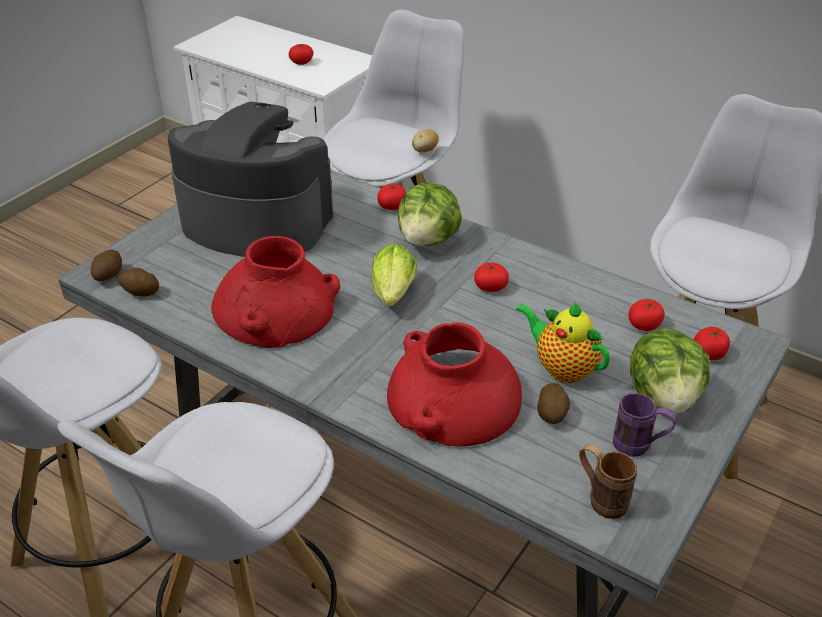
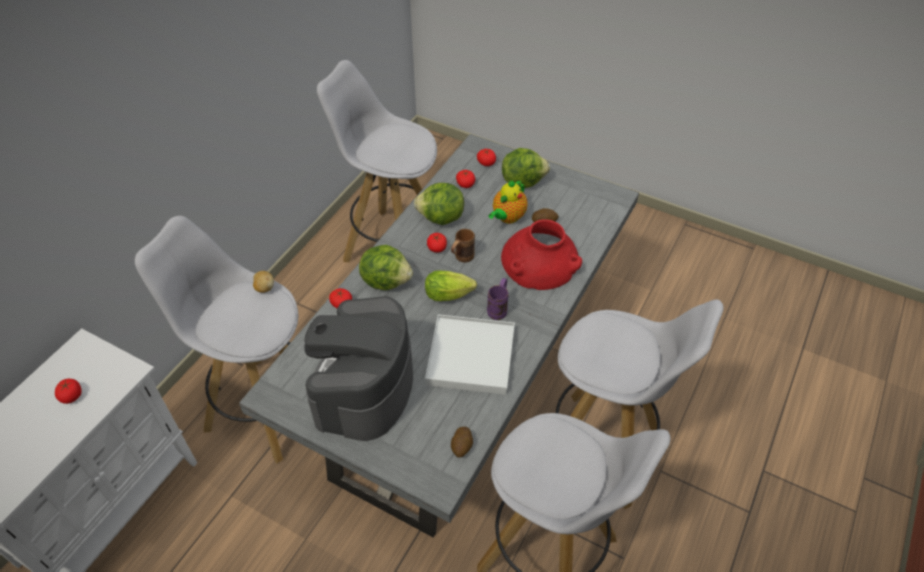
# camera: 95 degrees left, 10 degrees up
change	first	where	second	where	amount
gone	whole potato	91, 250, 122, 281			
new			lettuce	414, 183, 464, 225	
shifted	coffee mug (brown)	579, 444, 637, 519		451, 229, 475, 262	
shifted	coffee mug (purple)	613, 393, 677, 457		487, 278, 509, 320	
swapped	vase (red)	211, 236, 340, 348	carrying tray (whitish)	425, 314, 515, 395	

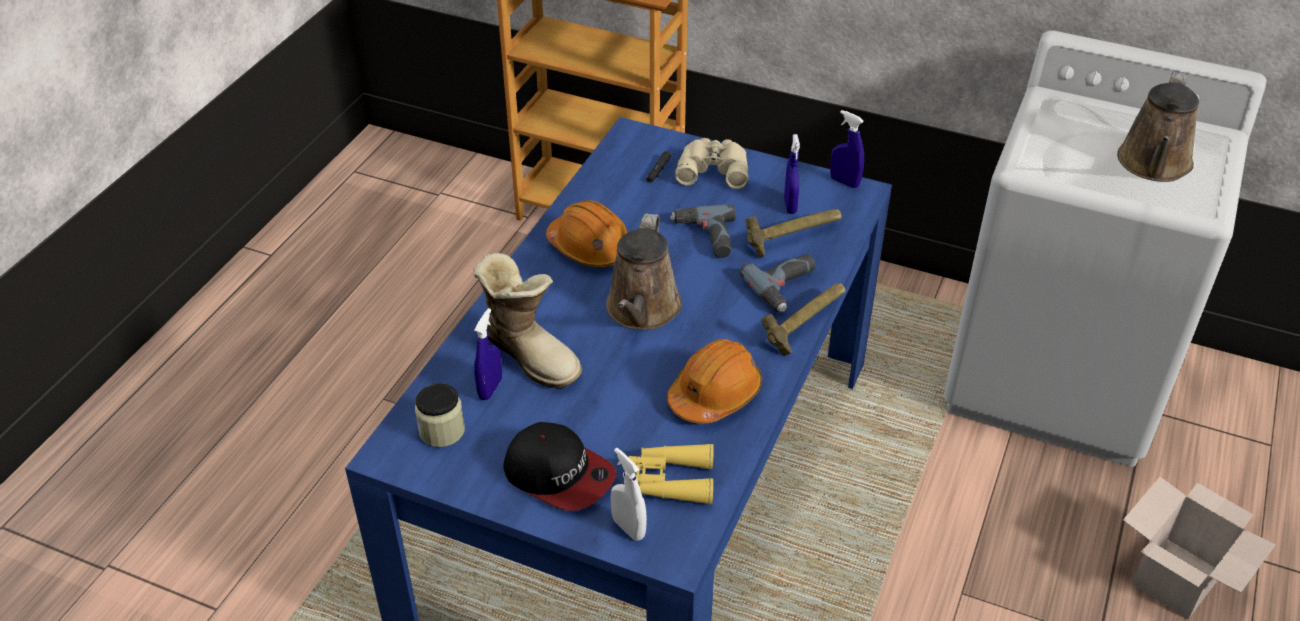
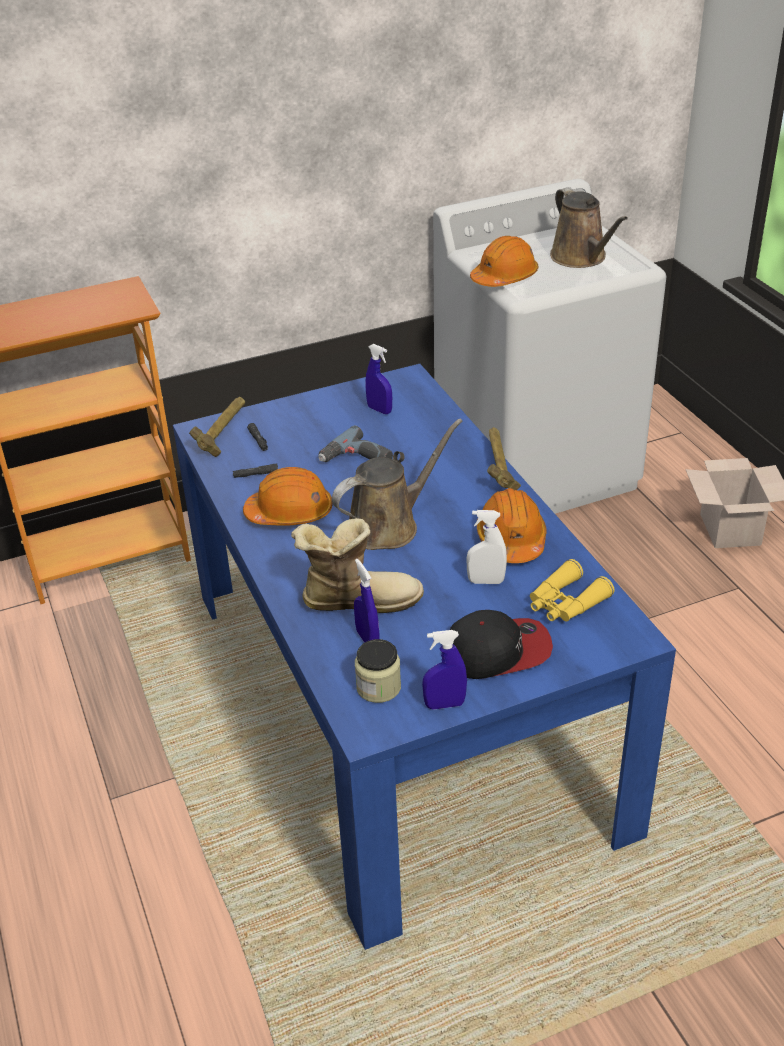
# camera: 45 degrees left, 5 degrees down
change	first	where	second	where	amount
gone	field glasses (beige)	675, 138, 749, 189			
gone	drill	739, 254, 815, 312			
new			torch (blackish)	233, 464, 278, 478	
new			work helmet (orangey)	470, 236, 538, 287	
shifted	spray bottle (whitish)	610, 448, 647, 541		466, 510, 507, 584	
shifted	hand hammer	745, 209, 842, 257		189, 397, 245, 457	
shifted	spray bottle (blue)	830, 110, 864, 188		422, 630, 467, 710	
rotated	watering can (brown)	606, 214, 682, 330		332, 419, 463, 550	90 degrees counterclockwise

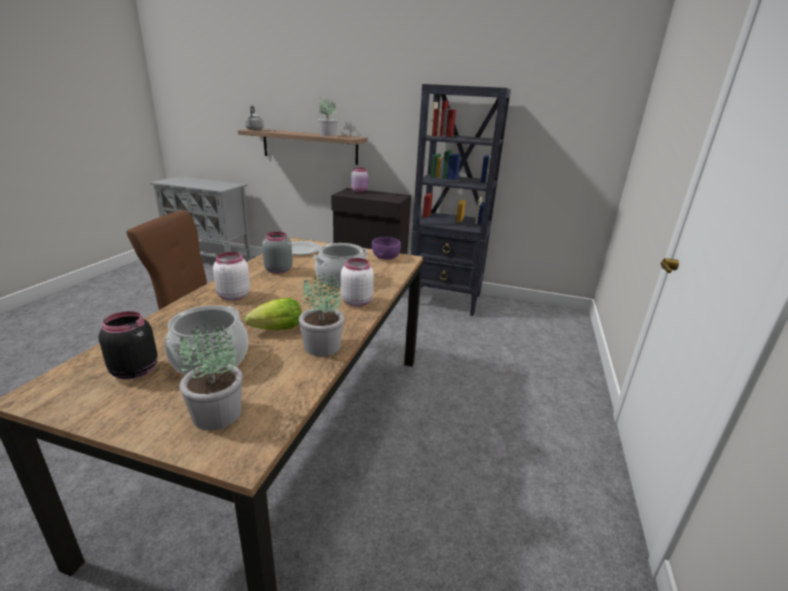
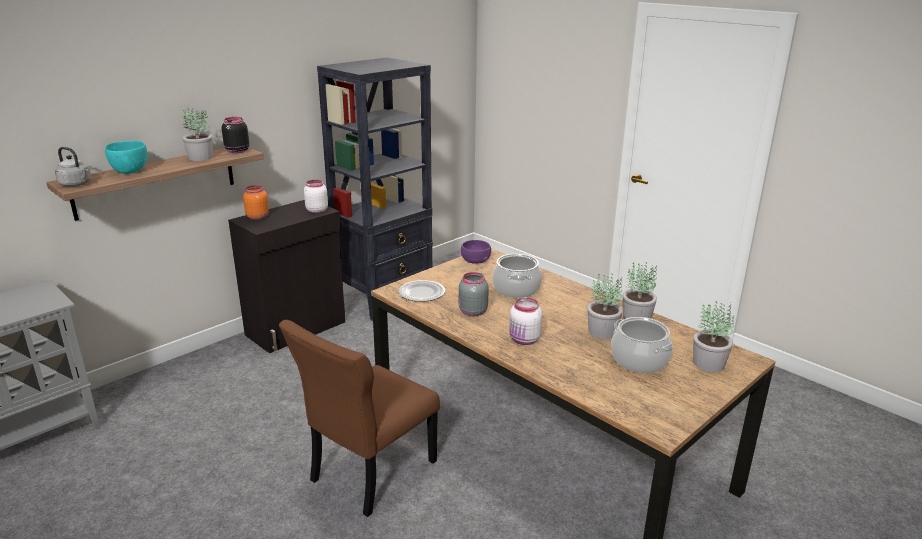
# camera: 60 degrees left, 0 degrees up
change	first	where	second	where	amount
new			deep dish (blue-green)	105, 141, 147, 174	
shifted	storage jar (blackish)	98, 311, 158, 380		222, 117, 249, 153	
shifted	storage jar (whitish)	341, 258, 374, 307		304, 180, 328, 213	
swapped	lettuce	244, 298, 302, 330	plant in a pot	587, 273, 623, 339	
repainted	storage jar (pink)	351, 167, 368, 193	storage jar (orangey)	243, 185, 269, 220	

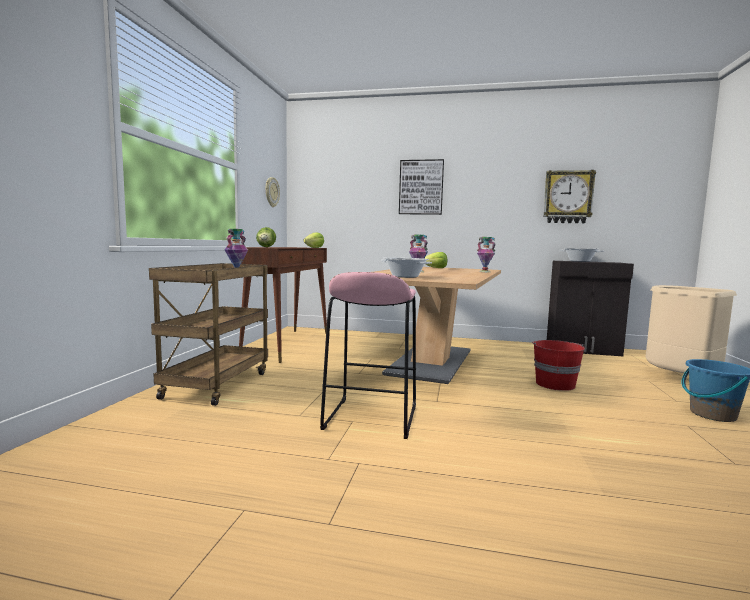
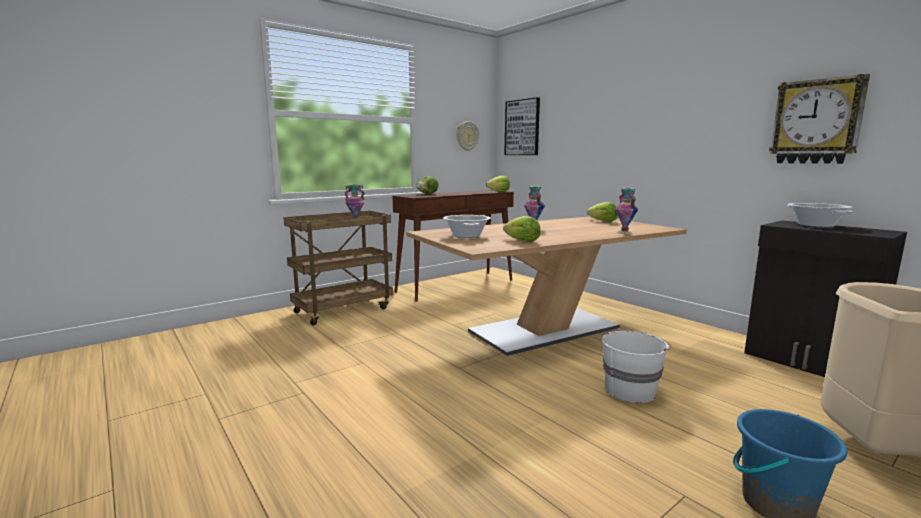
# camera: 40 degrees right, 5 degrees up
change	first	where	second	where	amount
gone	sitting stool (pink)	320, 272, 416, 439			
new			lettuce	503, 216, 540, 242	
shifted	picture	399, 159, 444, 215		504, 97, 540, 155	
repainted	pail (red)	532, 340, 585, 391	pail (whitish)	602, 330, 671, 403	

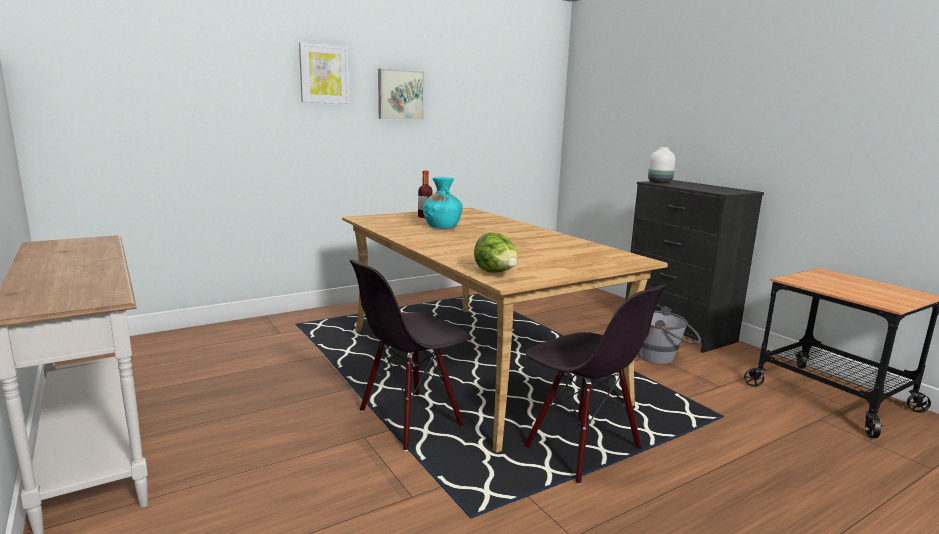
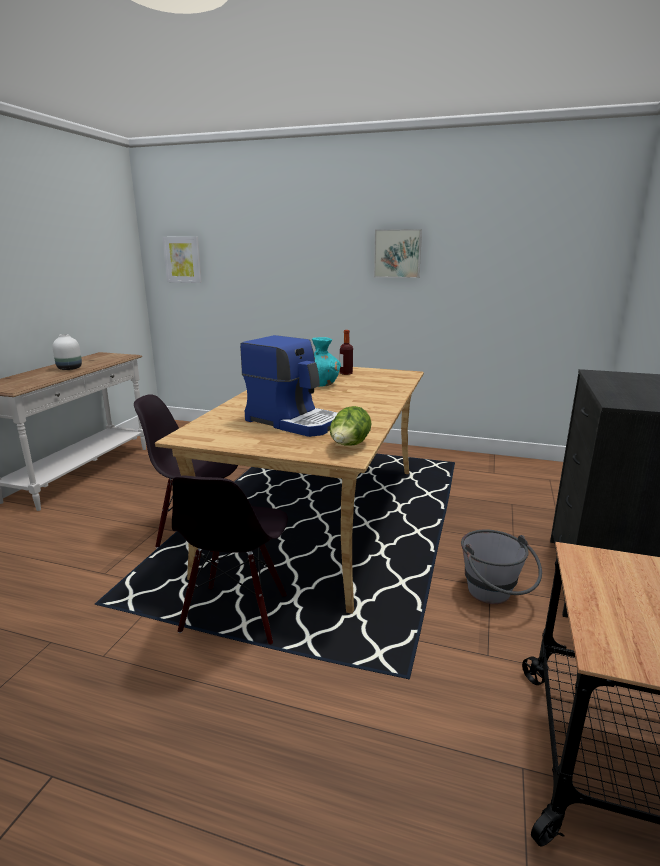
# camera: 50 degrees right, 5 degrees up
change	first	where	second	where	amount
new			coffee maker	240, 335, 338, 437	
shifted	picture	299, 42, 349, 104		163, 236, 202, 283	
shifted	lettuce	474, 233, 518, 273		330, 406, 371, 446	
shifted	vase (whitish)	648, 147, 676, 183		52, 334, 82, 370	

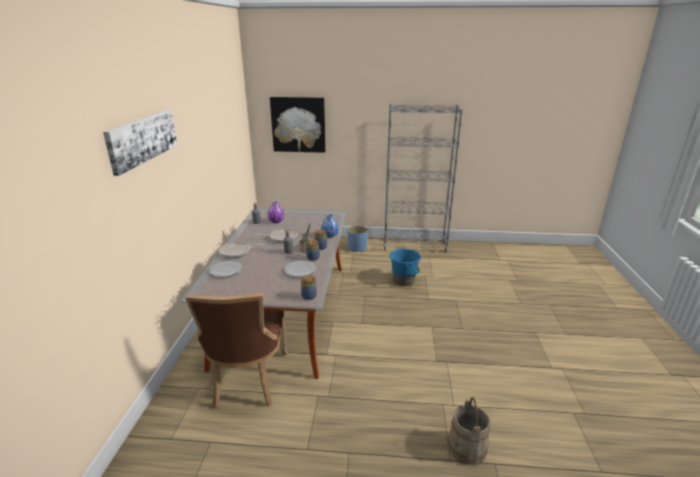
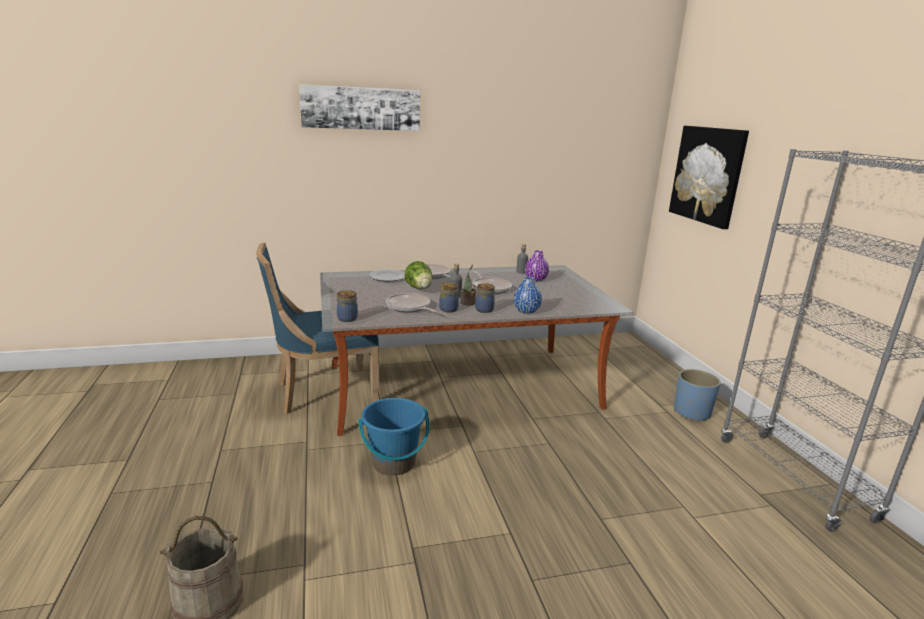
# camera: 70 degrees right, 5 degrees down
change	first	where	second	where	amount
new			lettuce	405, 261, 432, 289	
shifted	pail (blue)	389, 248, 421, 286		358, 398, 430, 475	
swapped	dinner plate	284, 261, 316, 277	pan	386, 293, 437, 312	
repainted	upright chair (brown)	185, 293, 288, 409	upright chair (blue)	256, 243, 379, 414	

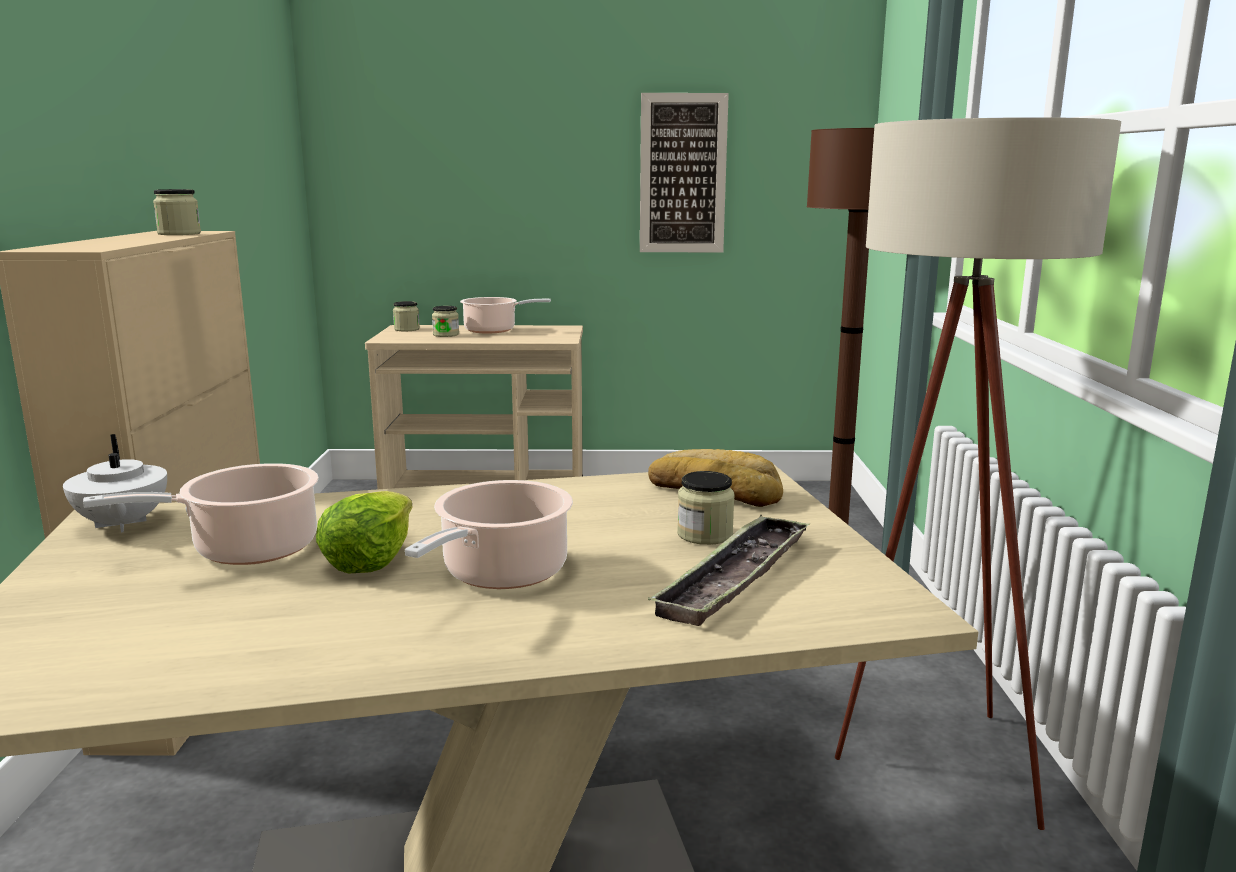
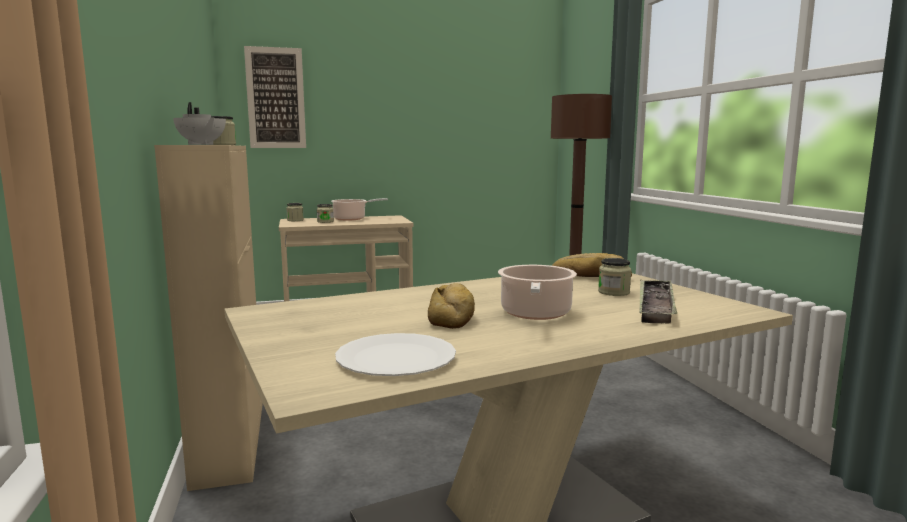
# camera: 15 degrees left, 5 degrees down
change	first	where	second	where	amount
gone	saucepot	83, 463, 319, 565			
gone	standing lamp (beige)	835, 117, 1121, 830			
new			dinner plate (whitish)	335, 333, 456, 376	
shifted	teapot (whitish)	63, 434, 167, 533		173, 102, 226, 145	
shifted	picture	640, 93, 729, 252		244, 46, 306, 148	
swapped	lettuce	316, 491, 412, 574	bread	428, 283, 475, 329	

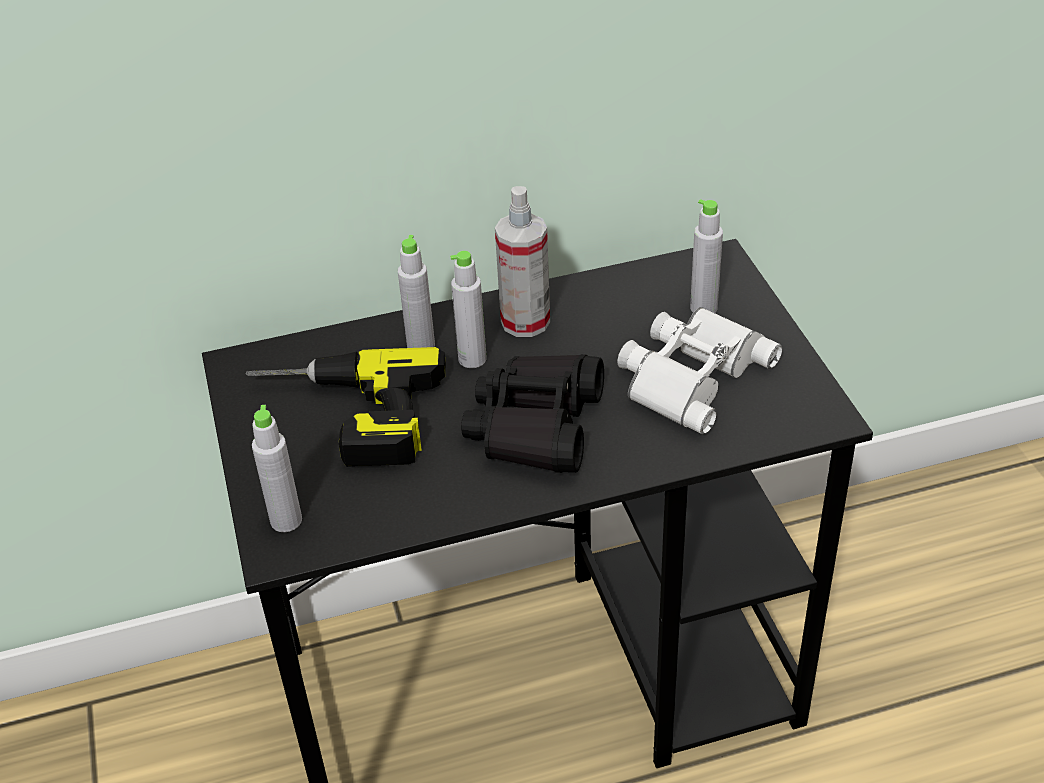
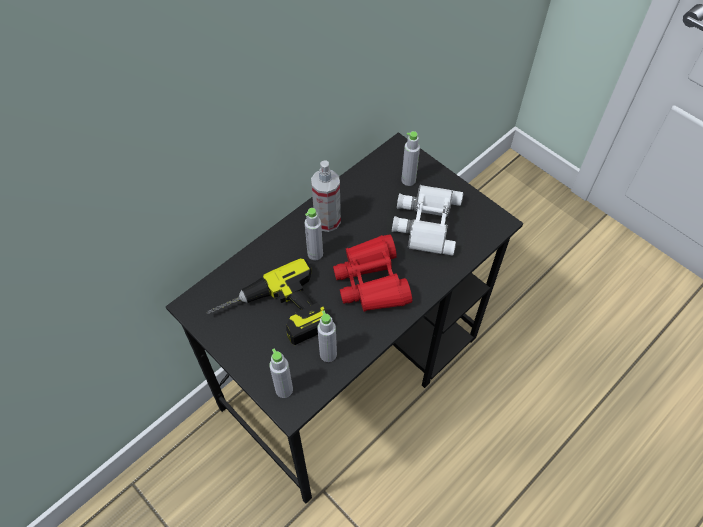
# camera: 30 degrees left, 15 degrees up
change	first	where	second	where	amount
shifted	bottle (gray)	398, 235, 435, 348		317, 310, 337, 362	
repainted	field glasses (blackish)	461, 354, 604, 473	field glasses (red)	333, 234, 412, 312	

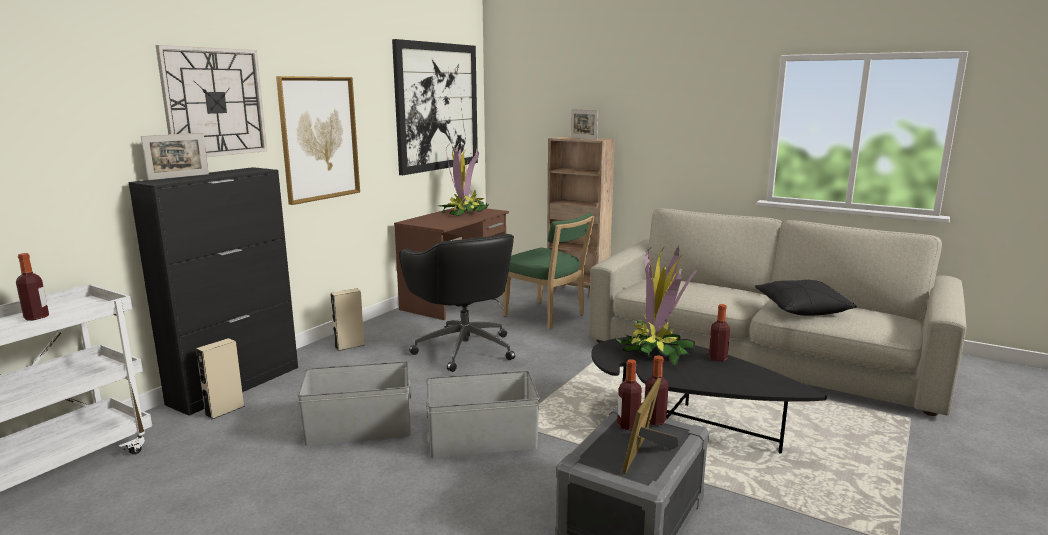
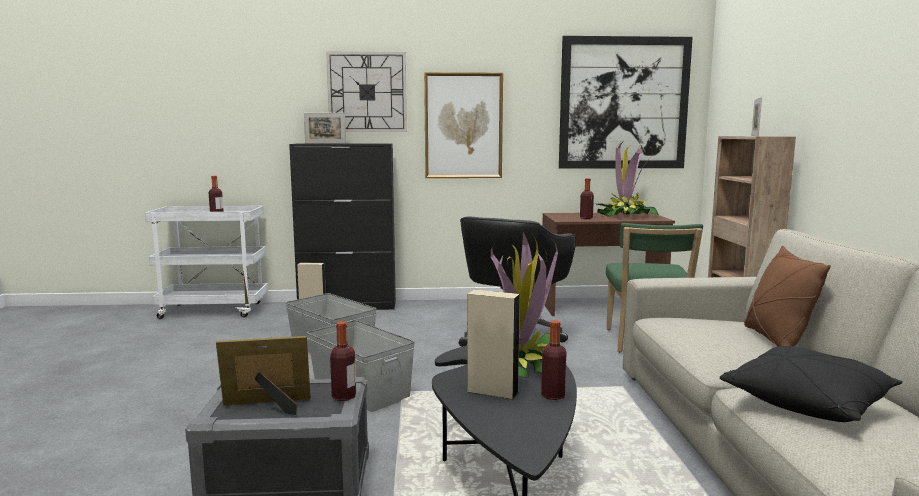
# camera: 55 degrees right, 5 degrees down
change	first	where	second	where	amount
new			pillow (brown)	744, 246, 831, 347	
shifted	audio speaker (beige)	331, 289, 365, 351		467, 289, 520, 400	
shifted	bottle	617, 359, 642, 430		580, 178, 594, 219	

